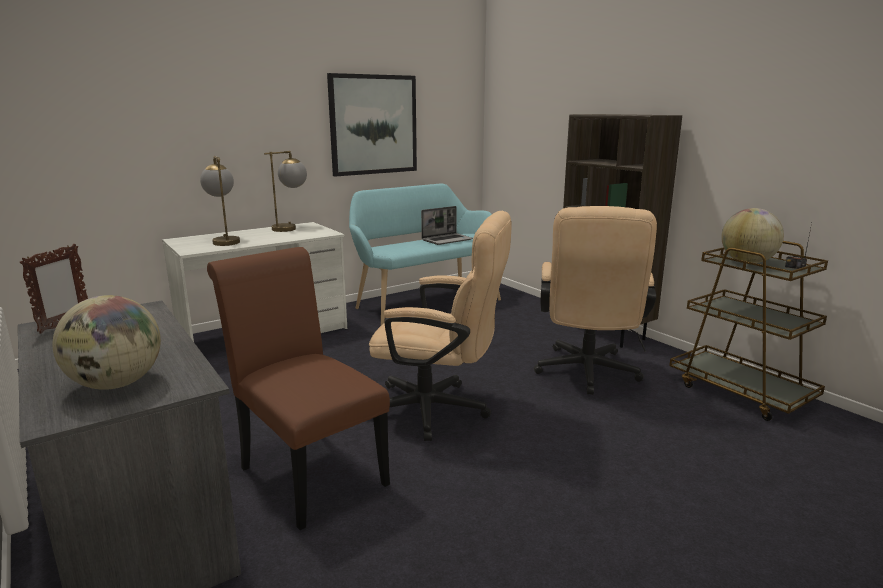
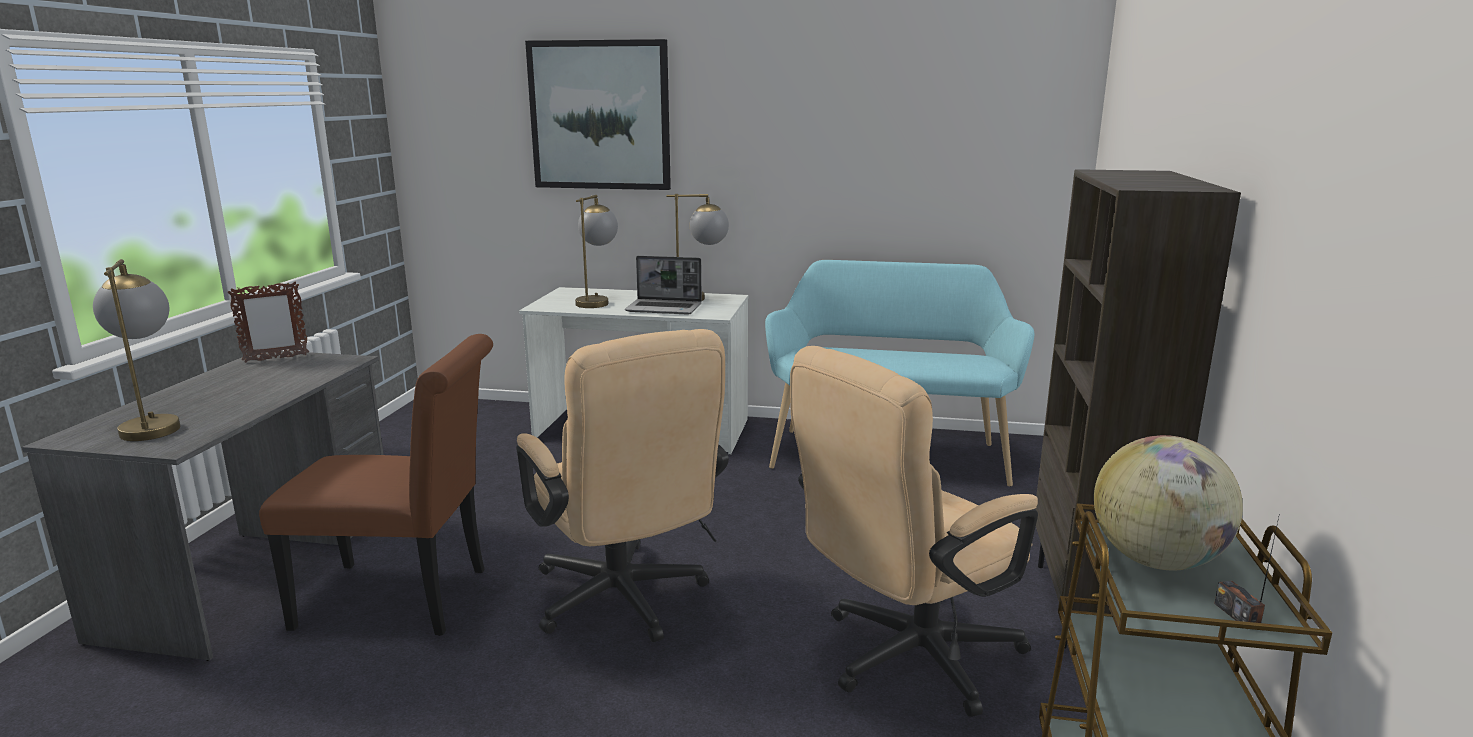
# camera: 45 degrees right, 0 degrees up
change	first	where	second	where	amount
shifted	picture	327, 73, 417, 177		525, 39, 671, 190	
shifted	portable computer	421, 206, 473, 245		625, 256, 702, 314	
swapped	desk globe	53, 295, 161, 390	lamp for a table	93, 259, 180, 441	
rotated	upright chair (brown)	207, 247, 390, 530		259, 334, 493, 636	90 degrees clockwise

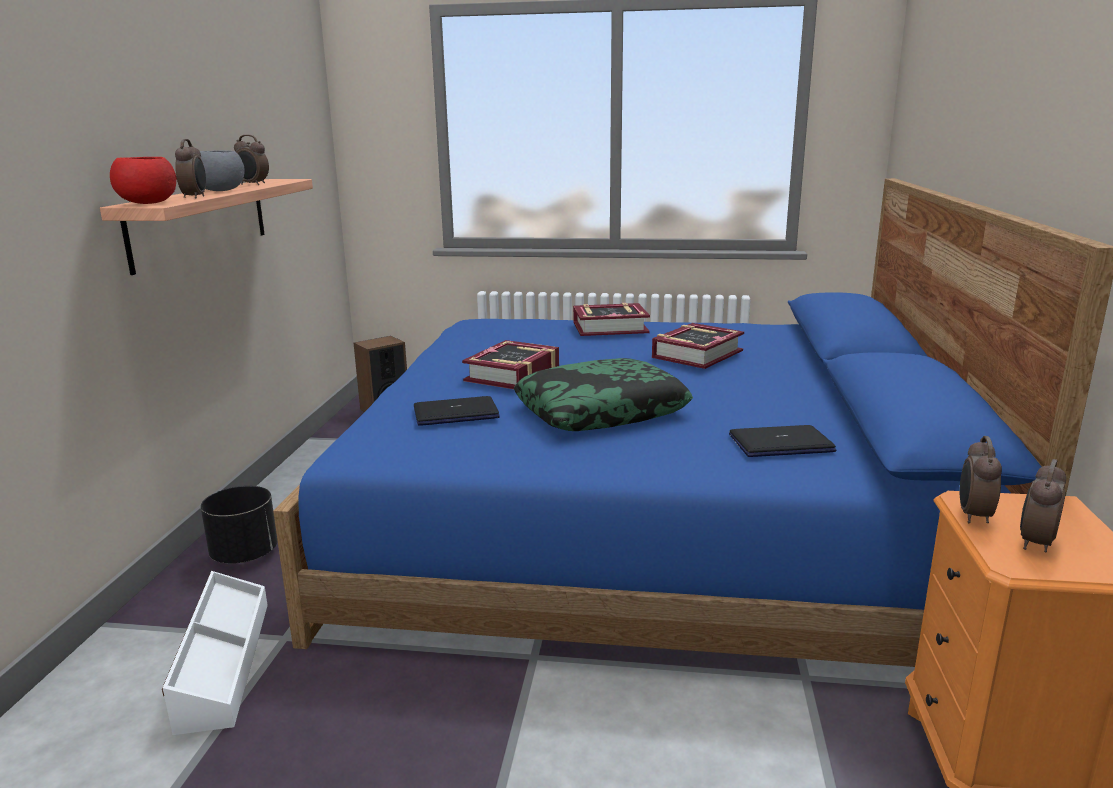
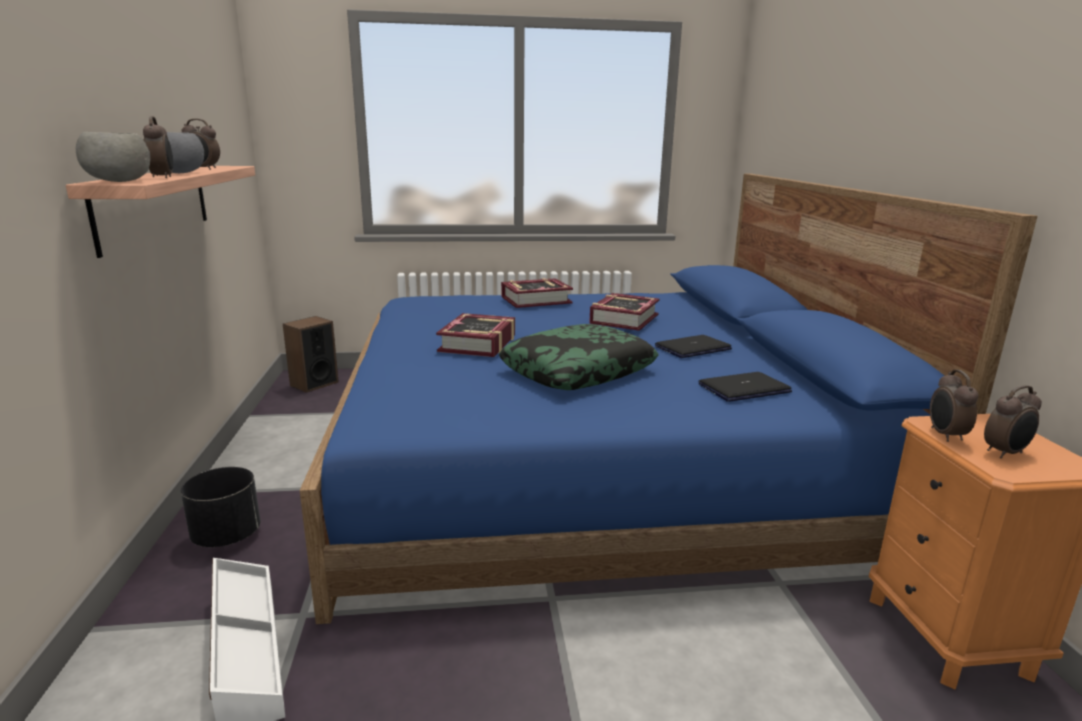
# camera: 15 degrees left, 0 degrees up
change	first	where	second	where	amount
shifted	portable computer	414, 396, 500, 426		655, 335, 732, 358	
repainted	deep dish (red)	110, 157, 177, 204	deep dish (gray)	76, 132, 151, 182	
rotated	alarm clock	1020, 459, 1066, 552		984, 385, 1042, 459	135 degrees counterclockwise

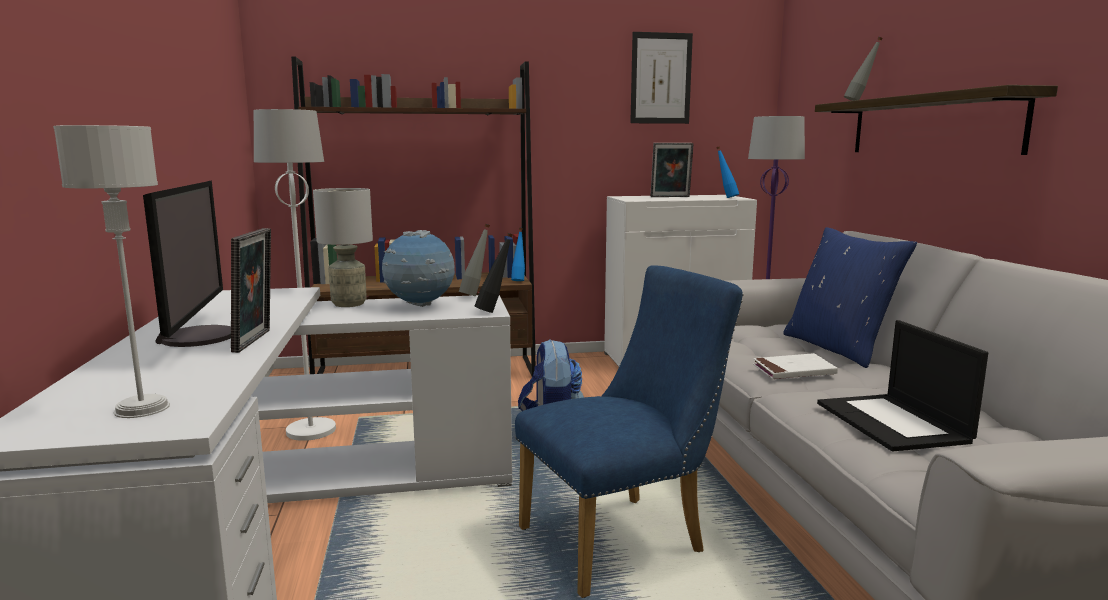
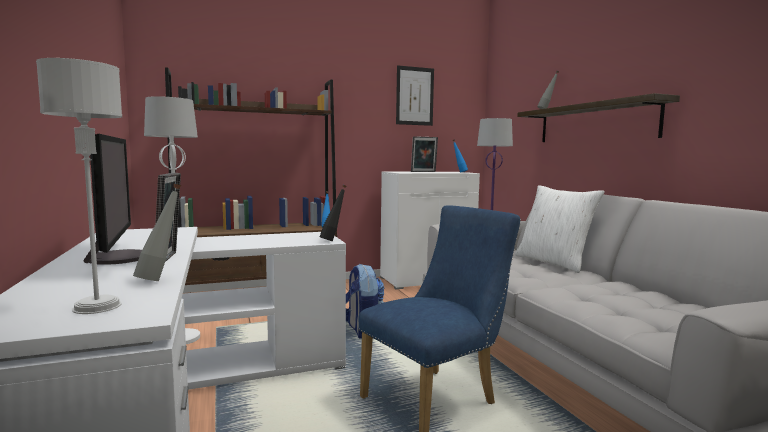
# camera: 10 degrees left, 5 degrees down
change	first	where	second	where	amount
gone	lamp for a table (gray)	313, 188, 373, 307			
gone	desk globe	382, 230, 455, 307			
gone	book (whitish)	753, 353, 838, 379			
gone	portable computer	817, 320, 988, 451			
shifted	bottle (gray)	459, 224, 490, 296		133, 183, 181, 281	
repainted	pillow (blue)	783, 227, 917, 368	pillow (whitish)	515, 185, 605, 273	

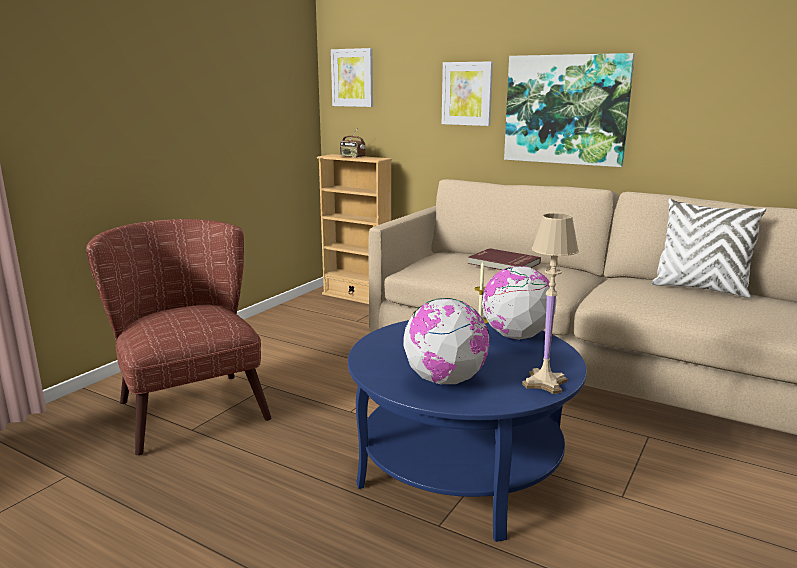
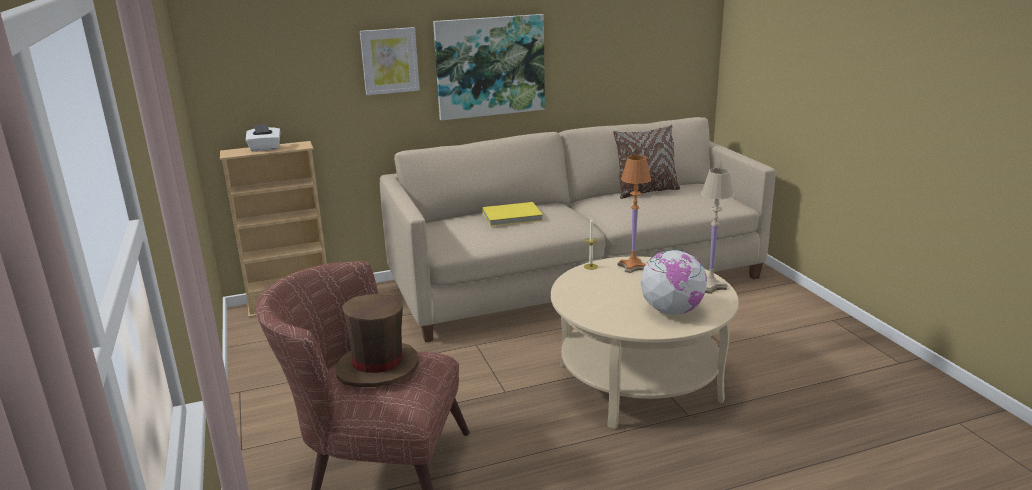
# camera: 50 degrees left, 5 degrees up
change	first	where	second	where	amount
gone	picture	331, 48, 373, 107			
new			wearable hat (brown)	336, 294, 419, 387	
swapped	radio set	340, 128, 365, 158	box of tissues (whitish)	246, 124, 281, 151	
swapped	desk globe	482, 266, 557, 340	lamp for a table (orangey)	617, 155, 651, 273	
repainted	lounge table (blue)	348, 317, 587, 542	lounge table (beige)	551, 256, 739, 429	
repainted	book (red)	468, 248, 541, 270	book (yellow)	482, 202, 543, 226	
repainted	pillow (whitish)	651, 198, 766, 298	pillow (brown)	613, 125, 680, 199	

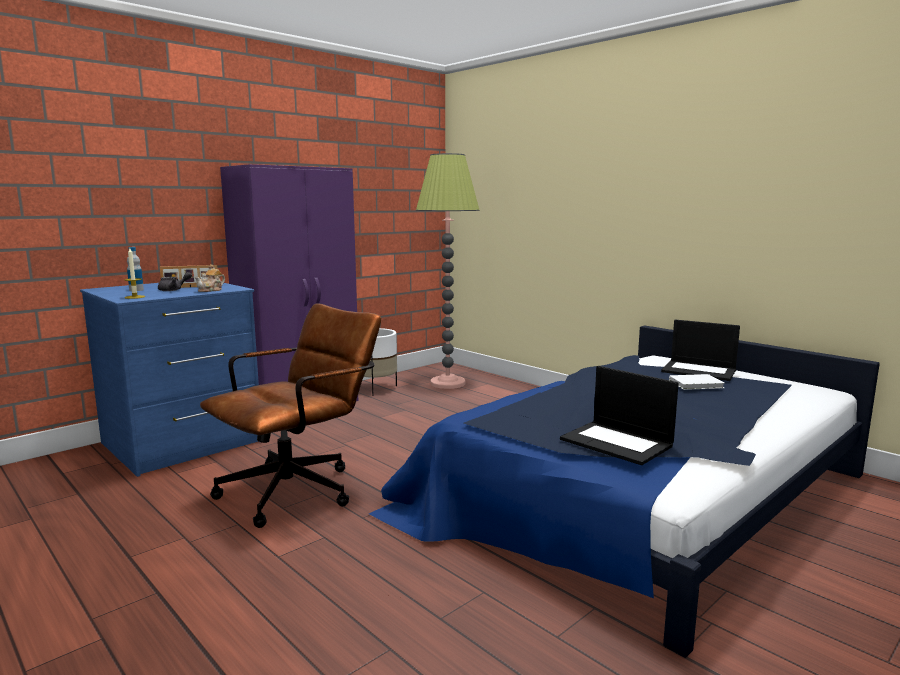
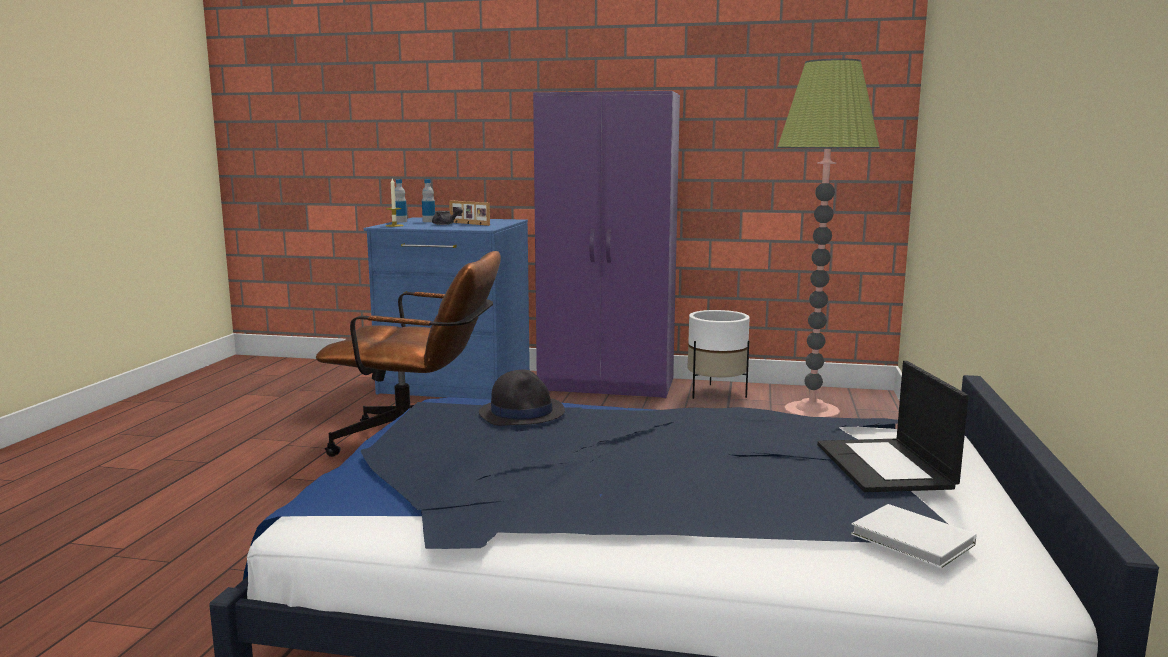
# camera: 55 degrees right, 0 degrees up
change	first	where	second	where	amount
gone	teapot	195, 264, 225, 292			
gone	portable computer	560, 366, 679, 465			
new			bottle	395, 179, 407, 222	
new			wearable hat (blackish)	479, 370, 565, 426	
shifted	book (whitish)	669, 374, 725, 390		851, 504, 977, 568	

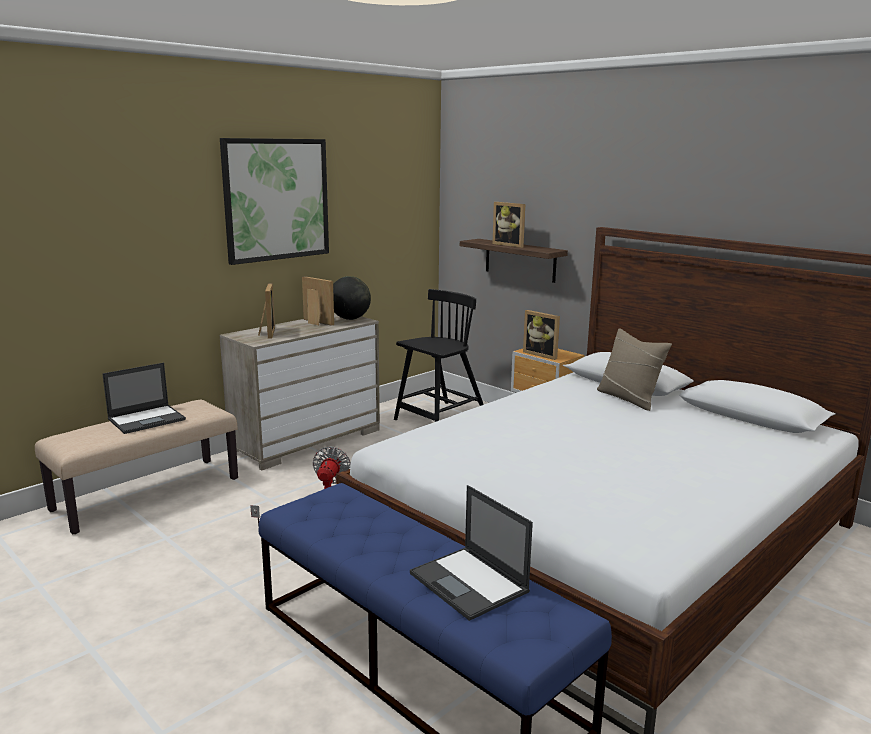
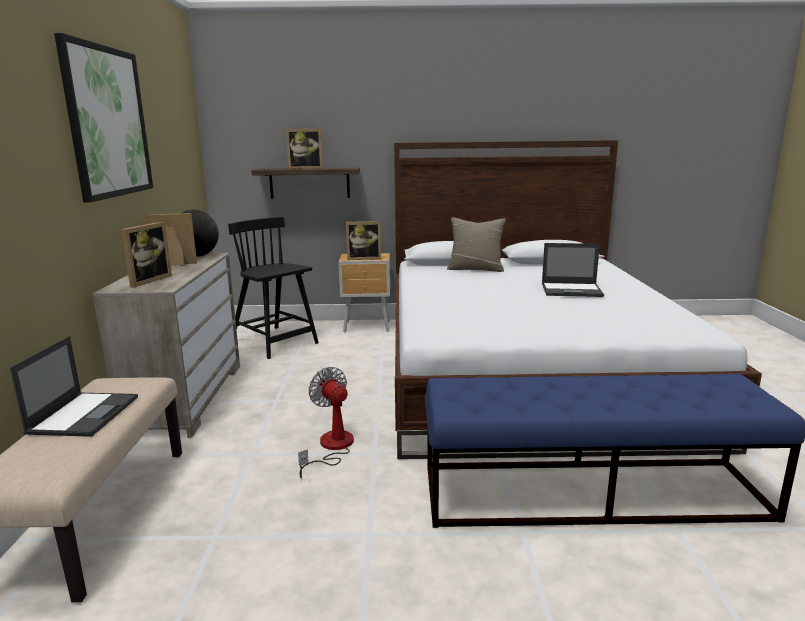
# camera: 45 degrees left, 0 degrees up
change	first	where	second	where	amount
shifted	portable computer	410, 485, 533, 621		542, 243, 604, 297	
rotated	standing frame	258, 283, 275, 338		121, 222, 172, 288	75 degrees clockwise
rotated	upright chair (blackish)	394, 289, 484, 422		228, 217, 319, 359	45 degrees counterclockwise

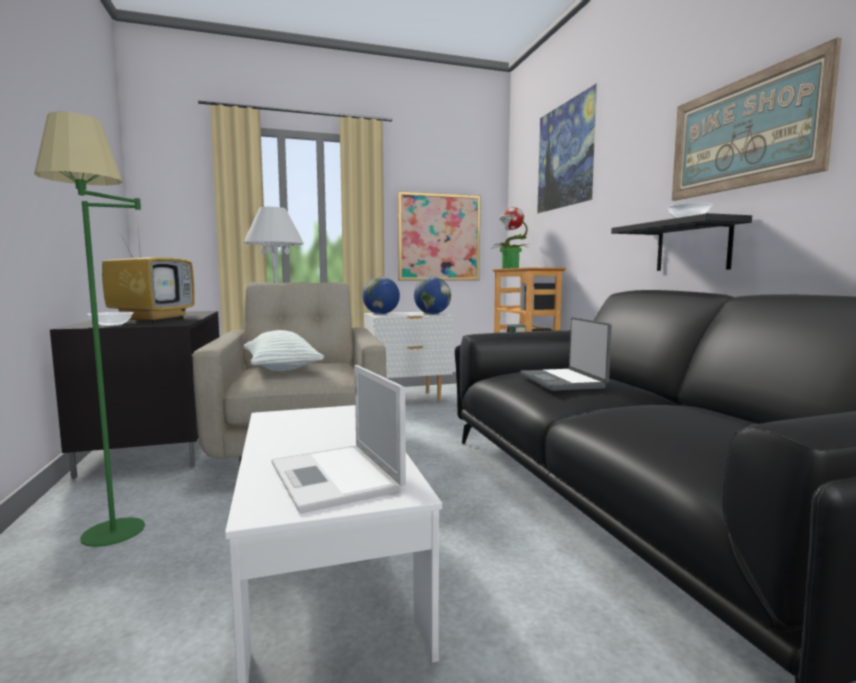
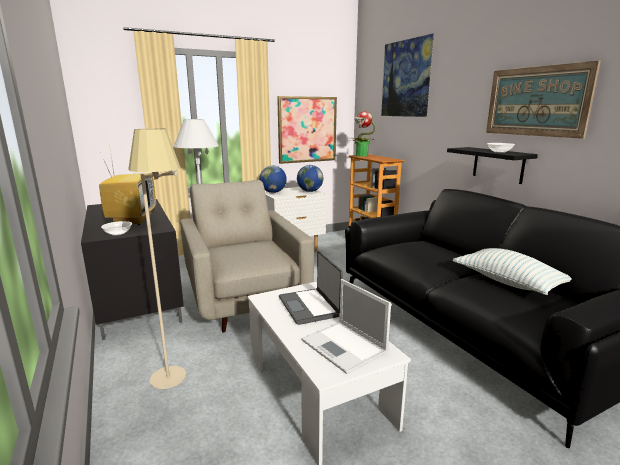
# camera: 10 degrees left, 10 degrees up
change	first	where	second	where	amount
shifted	pillow	243, 330, 324, 371		453, 248, 571, 295	
shifted	portable computer	520, 317, 612, 391		279, 251, 343, 325	
repainted	standing lamp (greenish)	34, 111, 145, 547	standing lamp (beige)	128, 128, 186, 389	

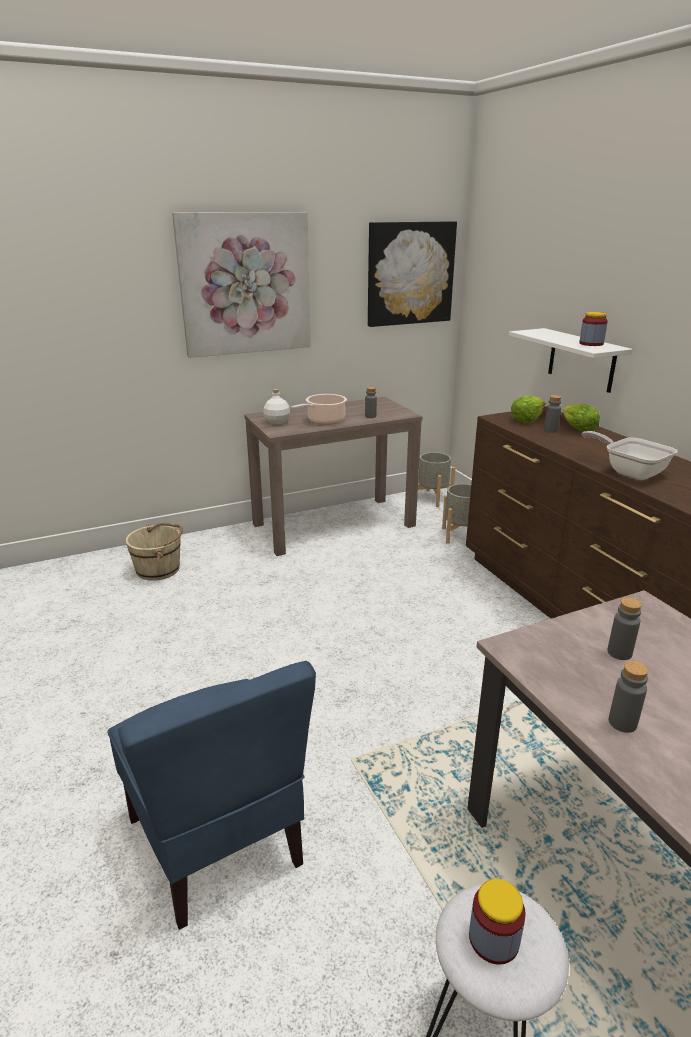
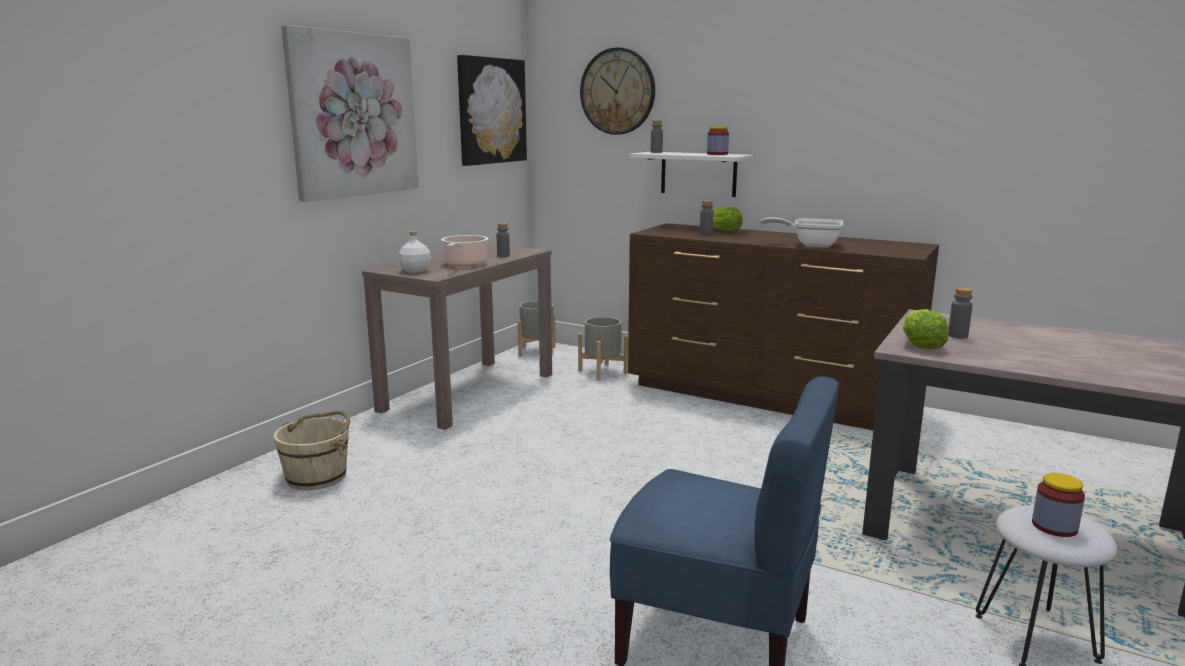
# camera: 35 degrees left, 10 degrees down
change	first	where	second	where	amount
new			wall clock	580, 47, 655, 135	
shifted	lettuce	511, 396, 545, 423		903, 309, 948, 350	
shifted	bottle (gray)	608, 661, 649, 733		651, 121, 663, 153	

